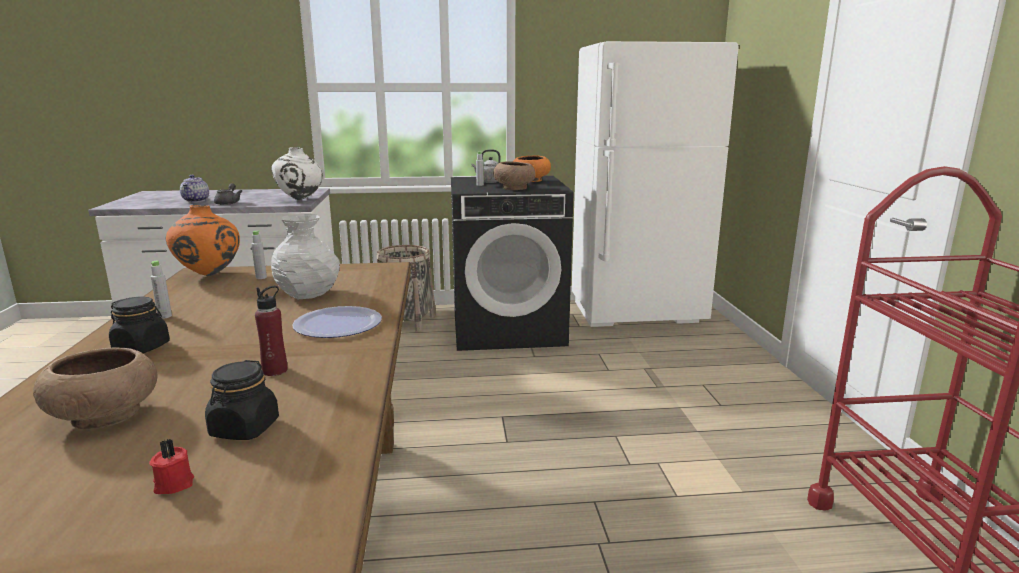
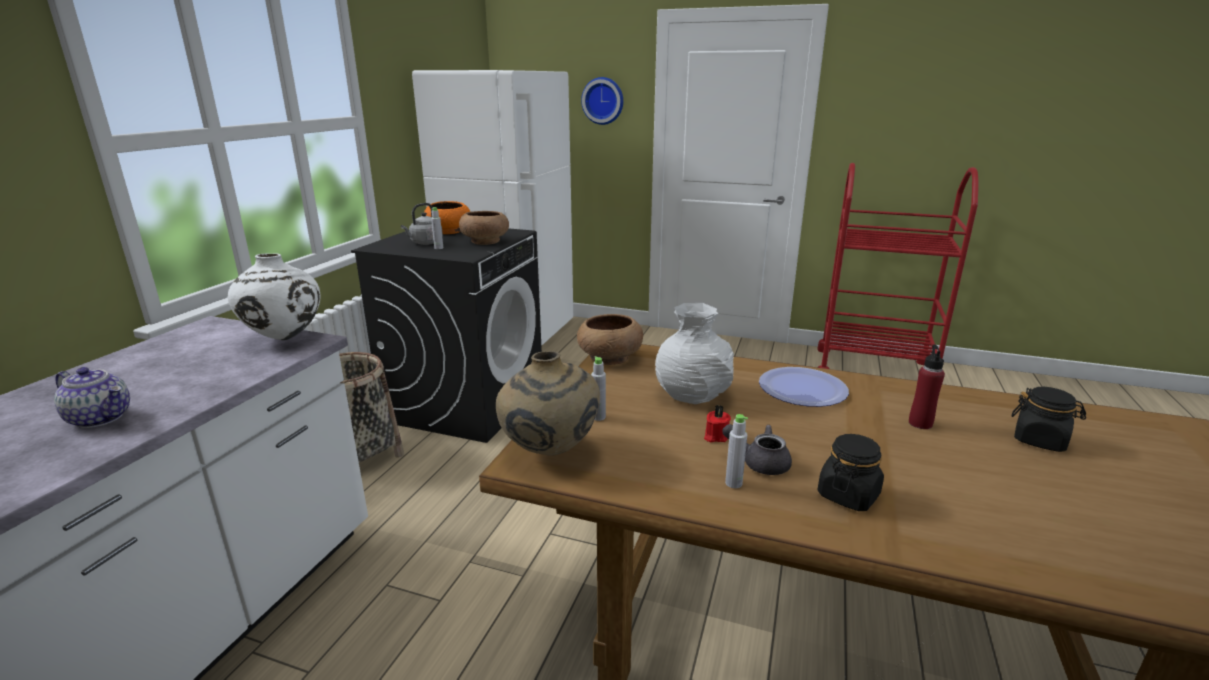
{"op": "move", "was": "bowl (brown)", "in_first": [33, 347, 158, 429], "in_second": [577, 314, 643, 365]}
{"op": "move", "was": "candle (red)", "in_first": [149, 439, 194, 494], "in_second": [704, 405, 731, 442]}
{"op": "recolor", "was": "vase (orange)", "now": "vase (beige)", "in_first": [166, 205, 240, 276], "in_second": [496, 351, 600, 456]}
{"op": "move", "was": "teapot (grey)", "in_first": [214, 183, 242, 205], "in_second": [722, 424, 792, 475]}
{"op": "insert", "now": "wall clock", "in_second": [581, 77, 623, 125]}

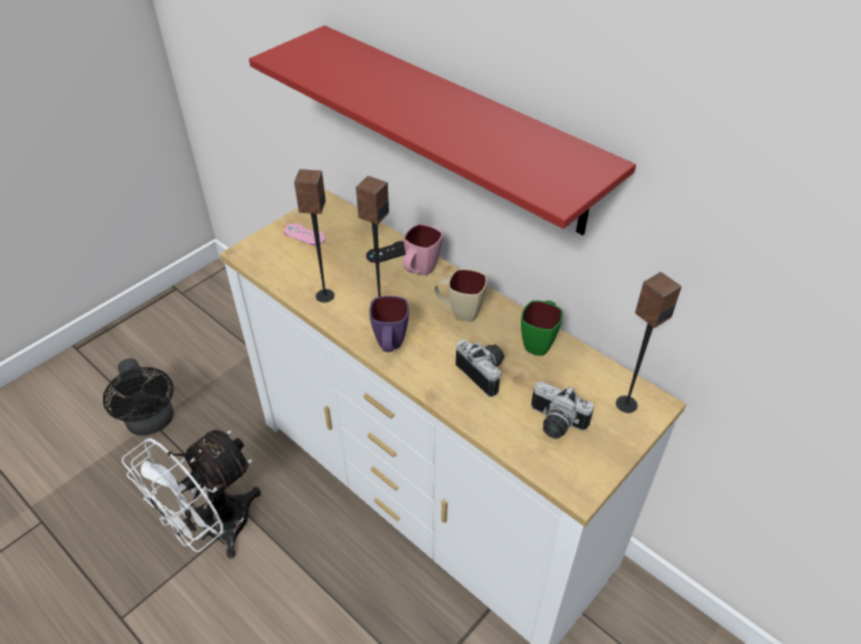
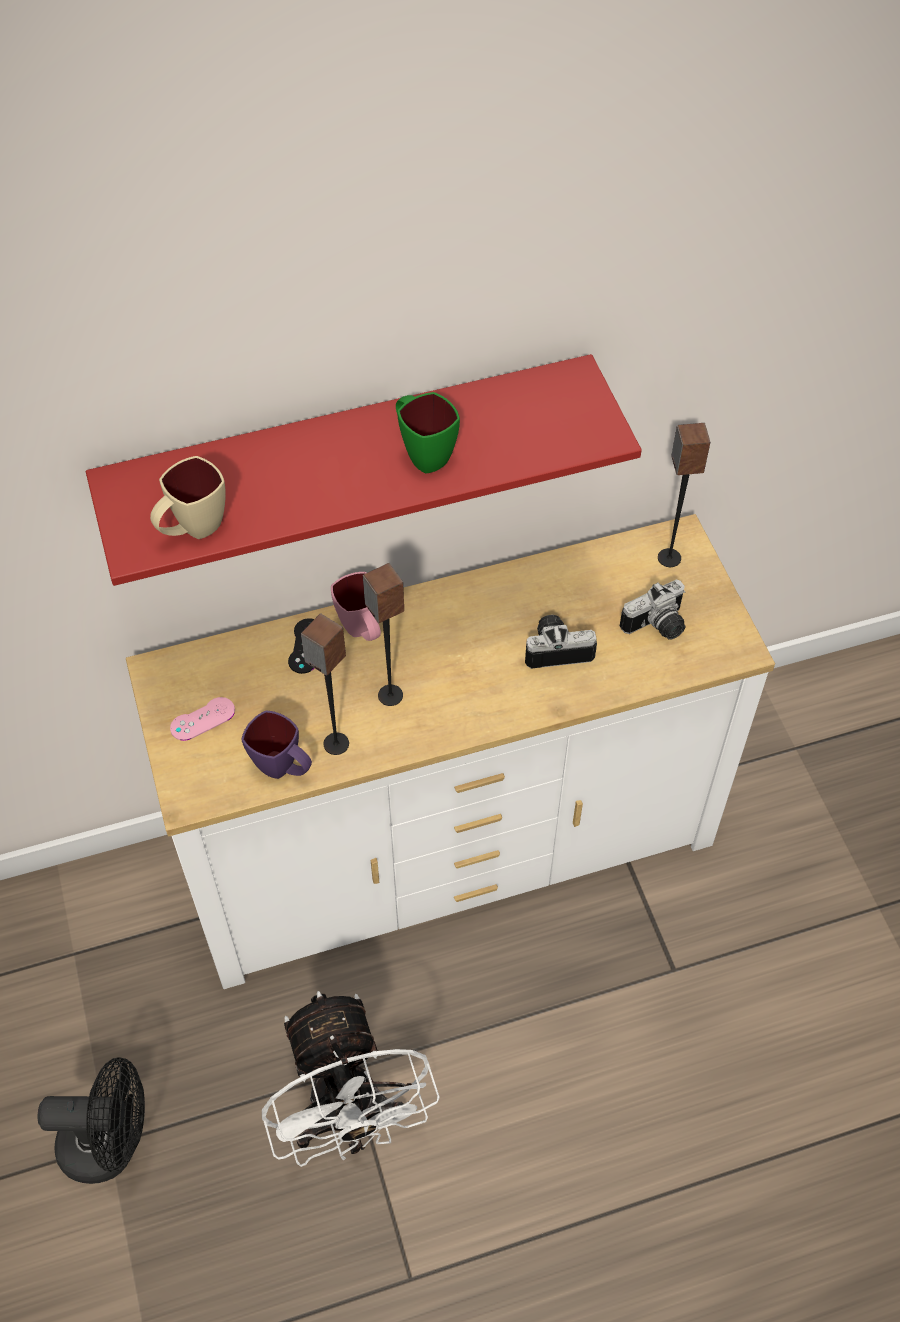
{"op": "move", "was": "mug (purple)", "in_first": [369, 296, 409, 352], "in_second": [241, 711, 312, 779]}
{"op": "move", "was": "mug (beige)", "in_first": [435, 269, 487, 322], "in_second": [150, 456, 226, 539]}
{"op": "move", "was": "mug (green)", "in_first": [521, 300, 563, 356], "in_second": [396, 392, 460, 473]}

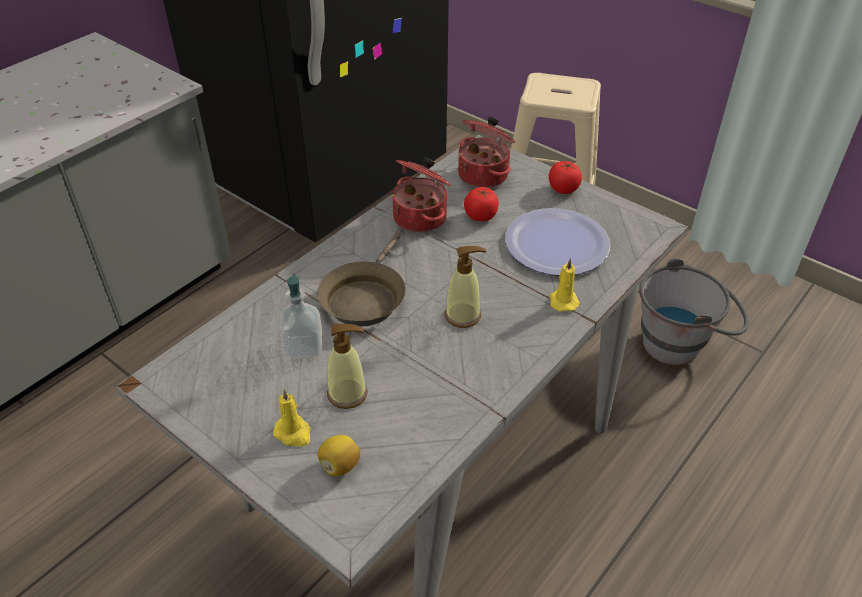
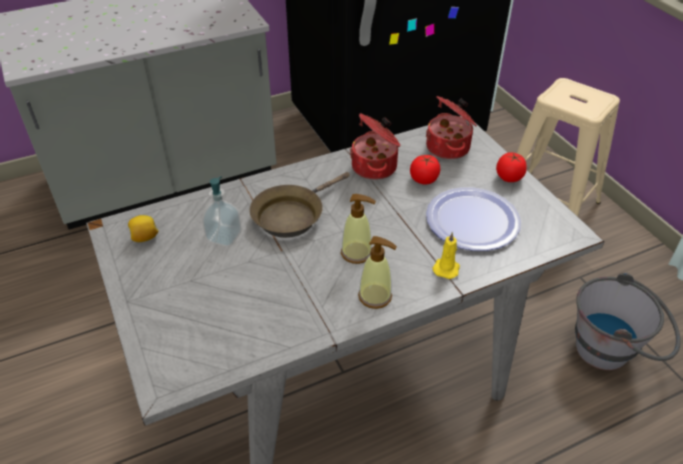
{"op": "delete", "was": "candle (yellow)", "in_first": [273, 389, 310, 446]}
{"op": "move", "was": "lemon", "in_first": [318, 435, 360, 476], "in_second": [128, 215, 159, 242]}
{"op": "move", "was": "soap dispenser", "in_first": [327, 324, 368, 409], "in_second": [358, 236, 397, 309]}

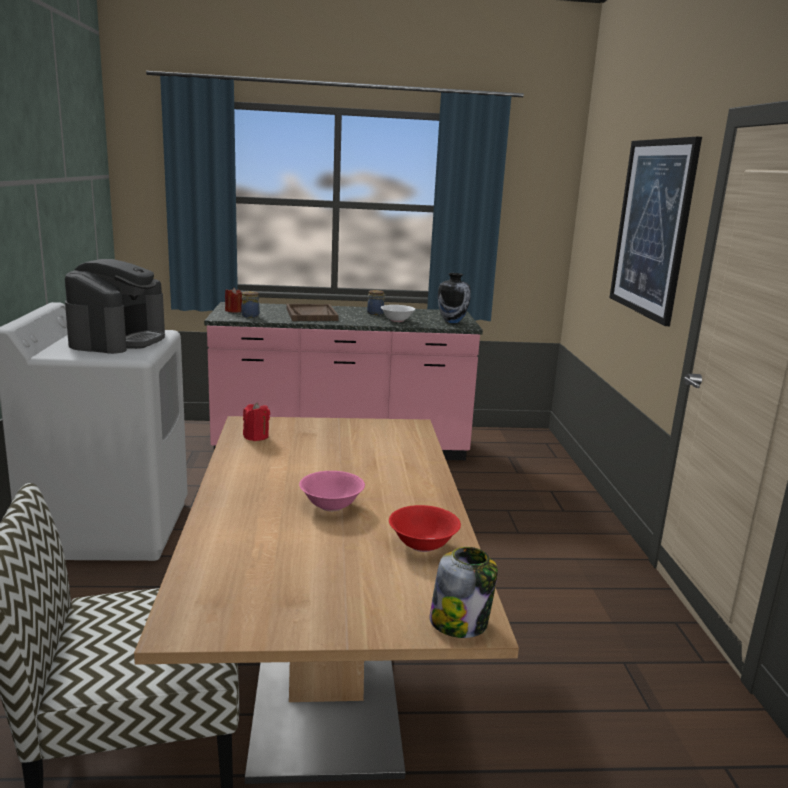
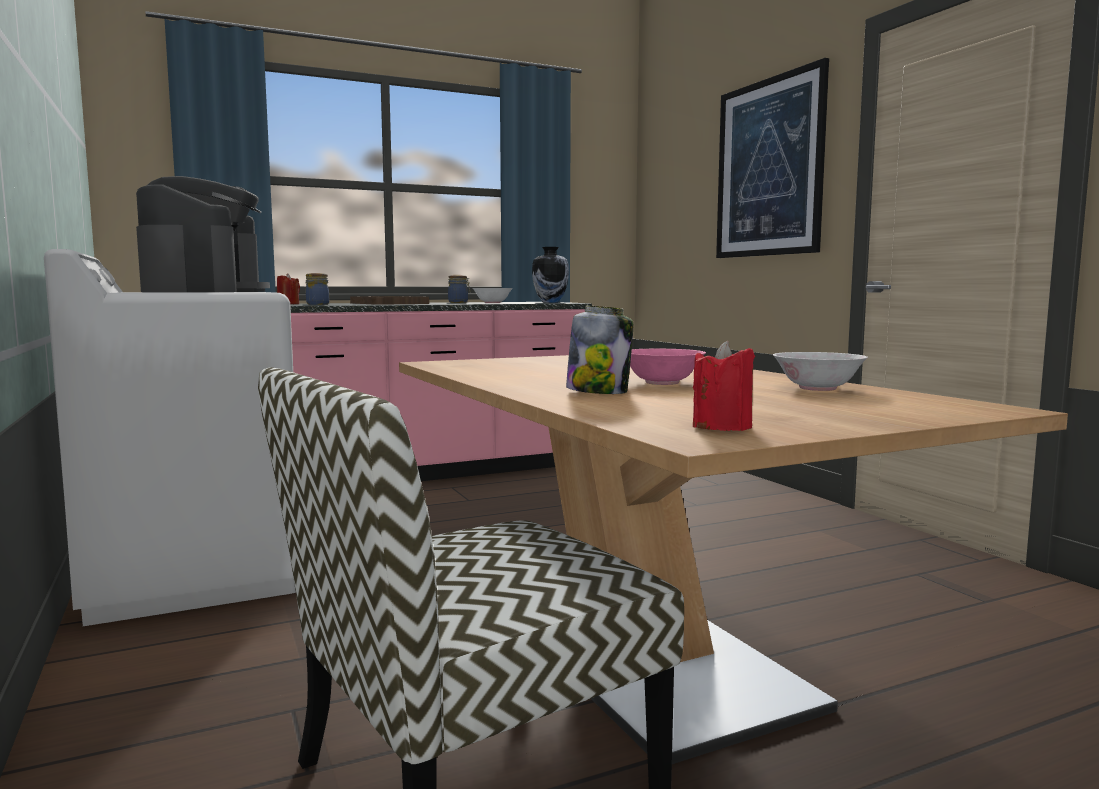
{"op": "move", "was": "candle (red)", "in_first": [243, 402, 270, 441], "in_second": [693, 341, 755, 431]}
{"op": "recolor", "was": "bowl (red)", "now": "bowl (white)", "in_first": [389, 505, 461, 552], "in_second": [773, 352, 868, 391]}
{"op": "move", "was": "jar", "in_first": [430, 547, 498, 638], "in_second": [566, 306, 633, 394]}

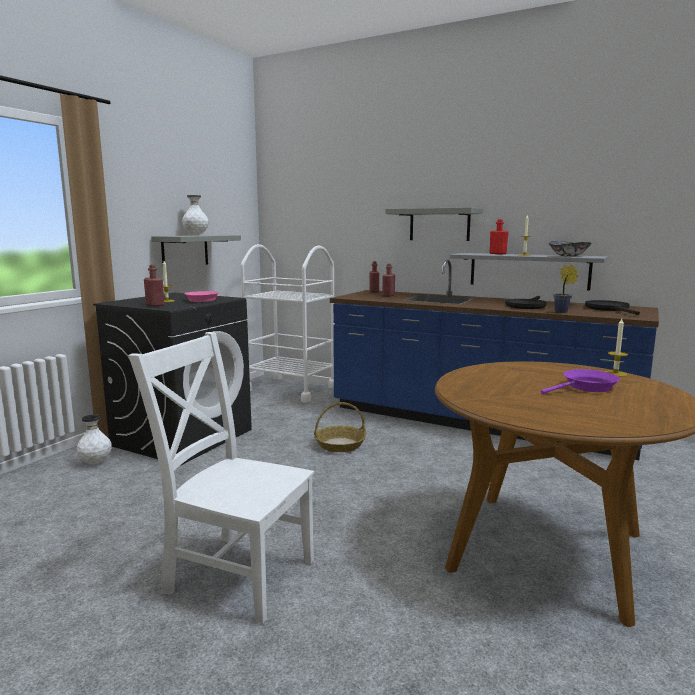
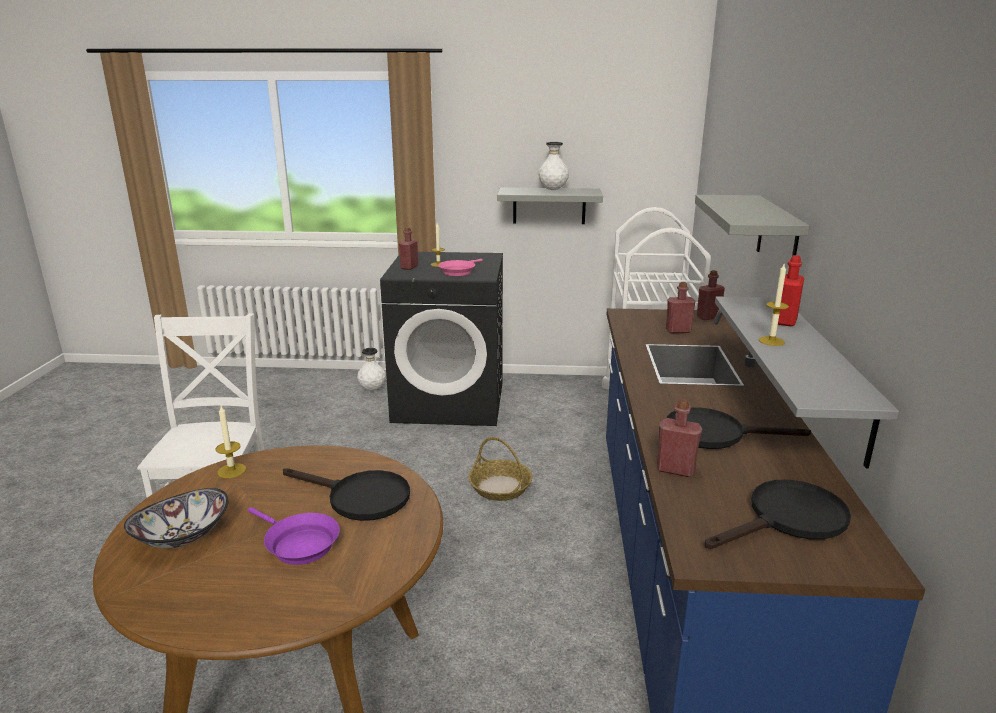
{"op": "move", "was": "bowl", "in_first": [549, 241, 592, 257], "in_second": [124, 488, 229, 549]}
{"op": "replace", "was": "potted plant", "now": "bottle (red)", "in_first": [553, 265, 578, 313], "in_second": [657, 399, 702, 477]}
{"op": "move", "was": "candle", "in_first": [605, 318, 628, 377], "in_second": [216, 406, 246, 478]}
{"op": "insert", "now": "frying pan (black)", "in_second": [283, 468, 410, 521]}

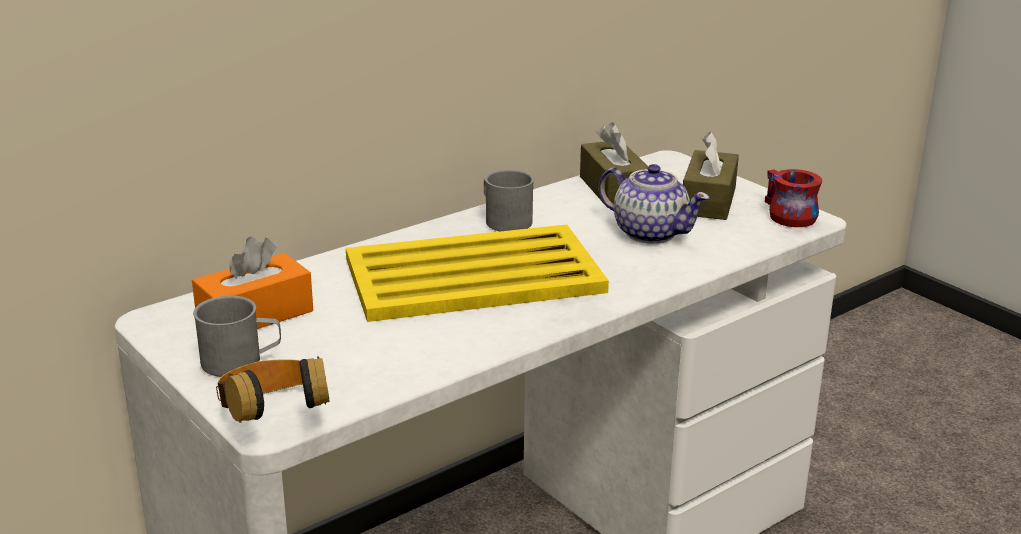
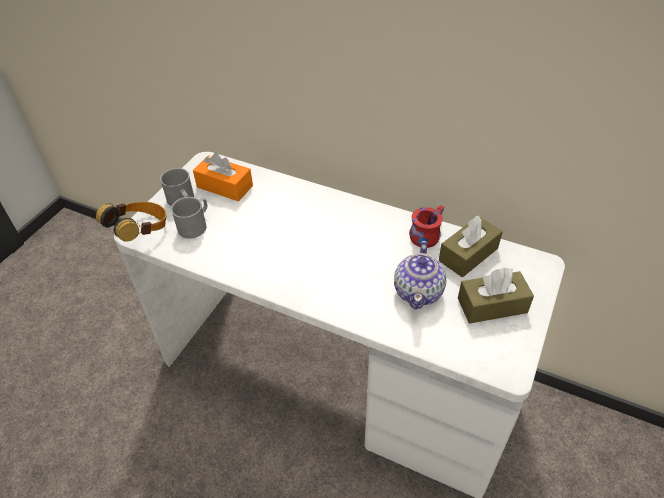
{"op": "delete", "was": "tray (yellow)", "in_first": [346, 225, 609, 322]}
{"op": "move", "was": "mug (grey)", "in_first": [484, 169, 534, 231], "in_second": [171, 197, 207, 239]}
{"op": "move", "was": "mug (red)", "in_first": [765, 169, 822, 227], "in_second": [409, 205, 444, 248]}

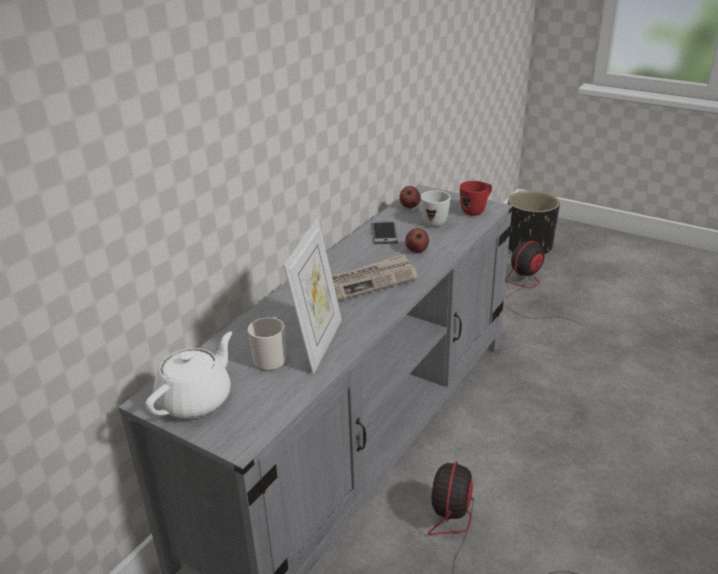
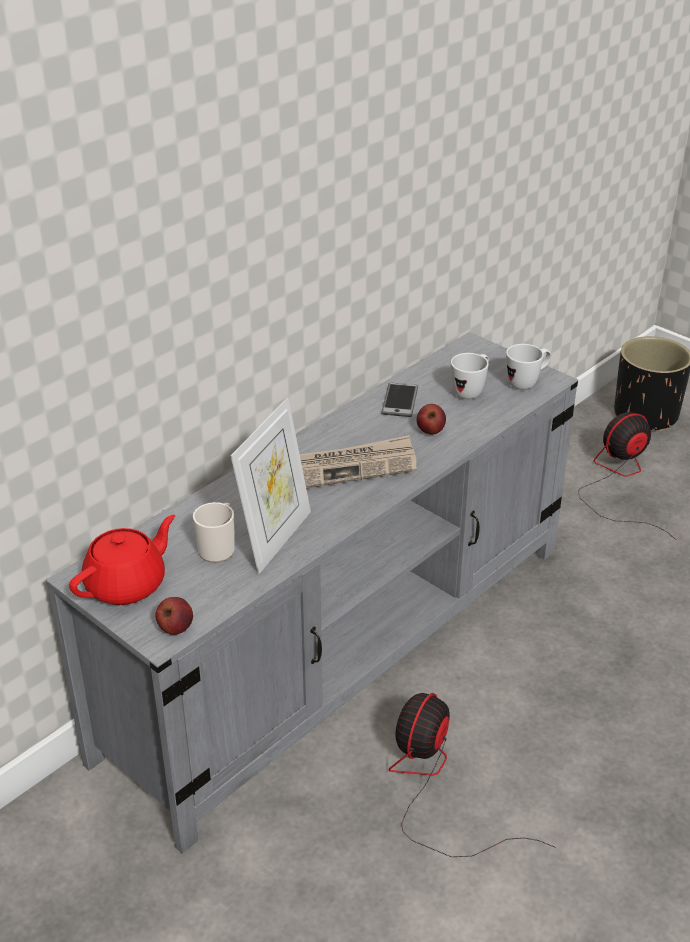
{"op": "recolor", "was": "teapot (white)", "now": "teapot (red)", "in_first": [145, 332, 232, 419], "in_second": [69, 515, 175, 605]}
{"op": "move", "was": "apple", "in_first": [399, 186, 421, 208], "in_second": [156, 597, 193, 635]}
{"op": "recolor", "was": "mug (red)", "now": "mug (white)", "in_first": [460, 181, 492, 216], "in_second": [506, 344, 551, 390]}

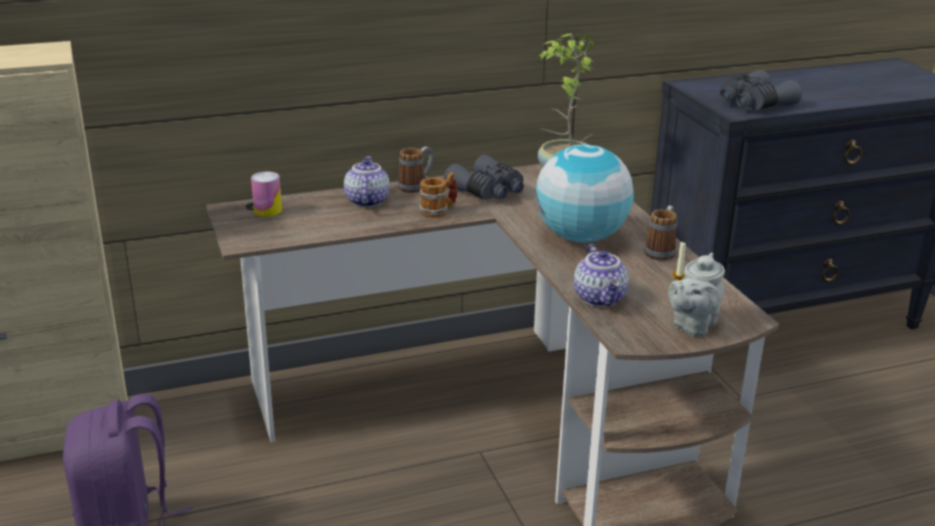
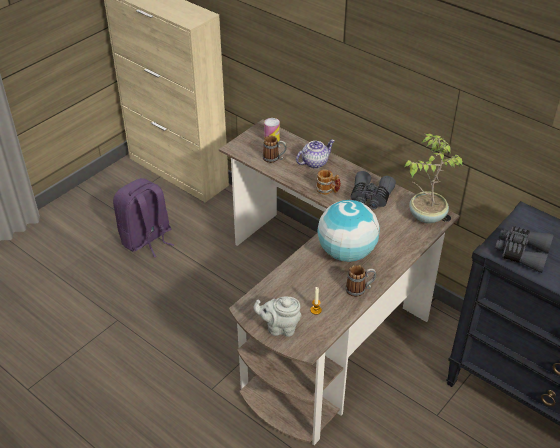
{"op": "move", "was": "mug", "in_first": [398, 147, 433, 193], "in_second": [263, 135, 287, 163]}
{"op": "delete", "was": "teapot", "in_first": [574, 244, 629, 307]}

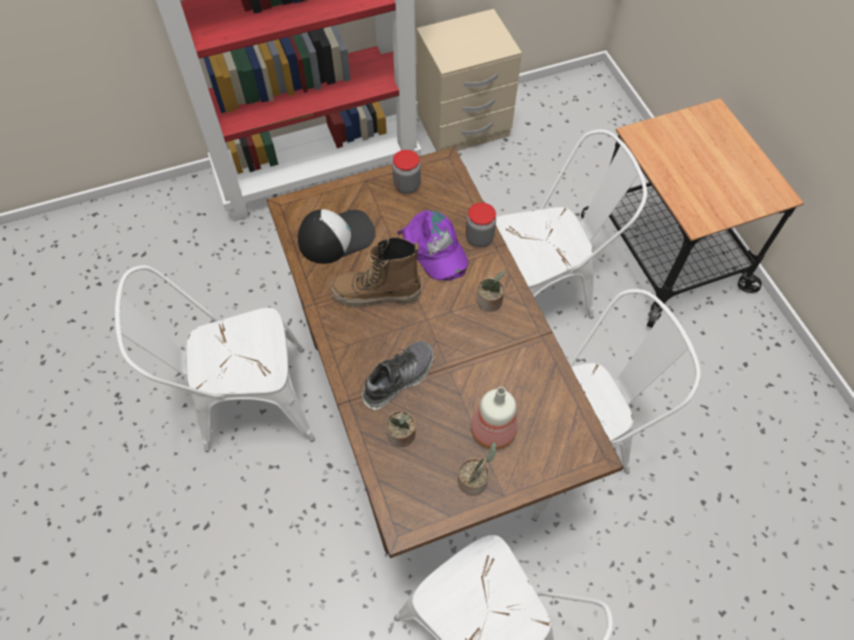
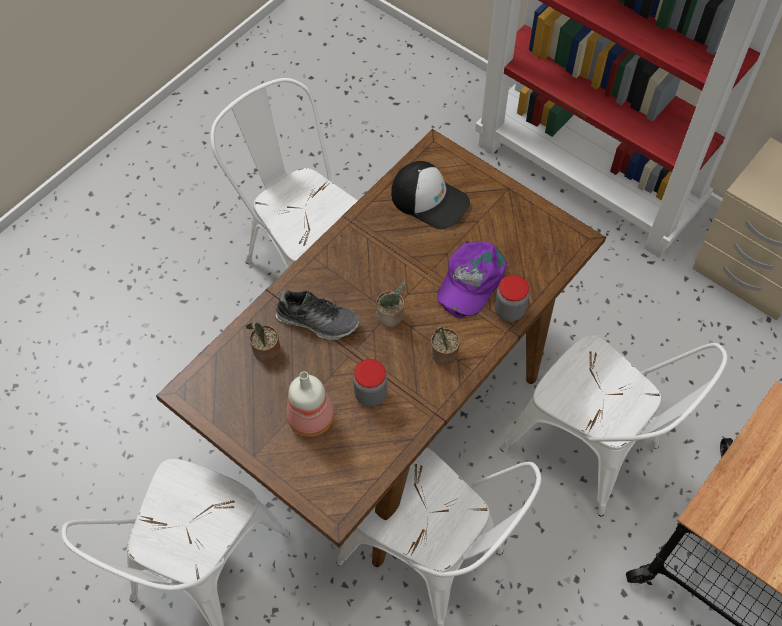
{"op": "delete", "was": "boot", "in_first": [331, 237, 422, 307]}
{"op": "move", "was": "jar", "in_first": [392, 150, 421, 194], "in_second": [353, 359, 387, 406]}
{"op": "move", "was": "potted plant", "in_first": [458, 442, 496, 496], "in_second": [376, 281, 406, 327]}

